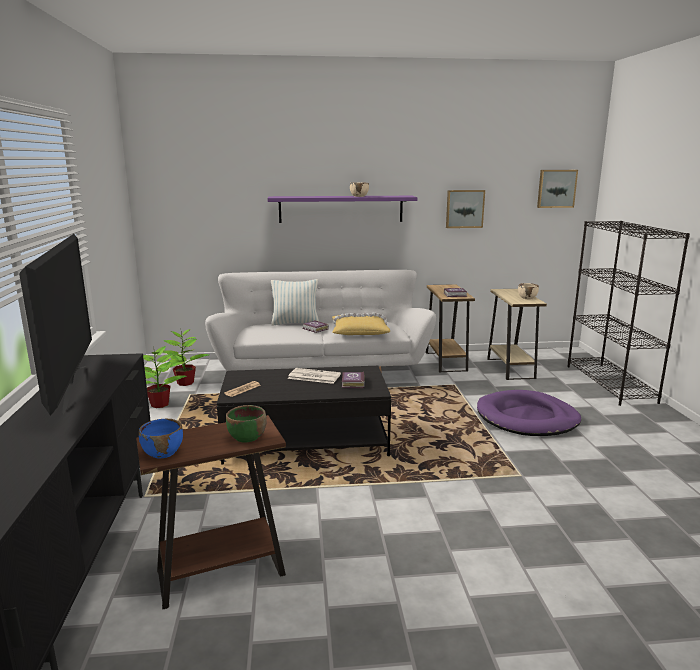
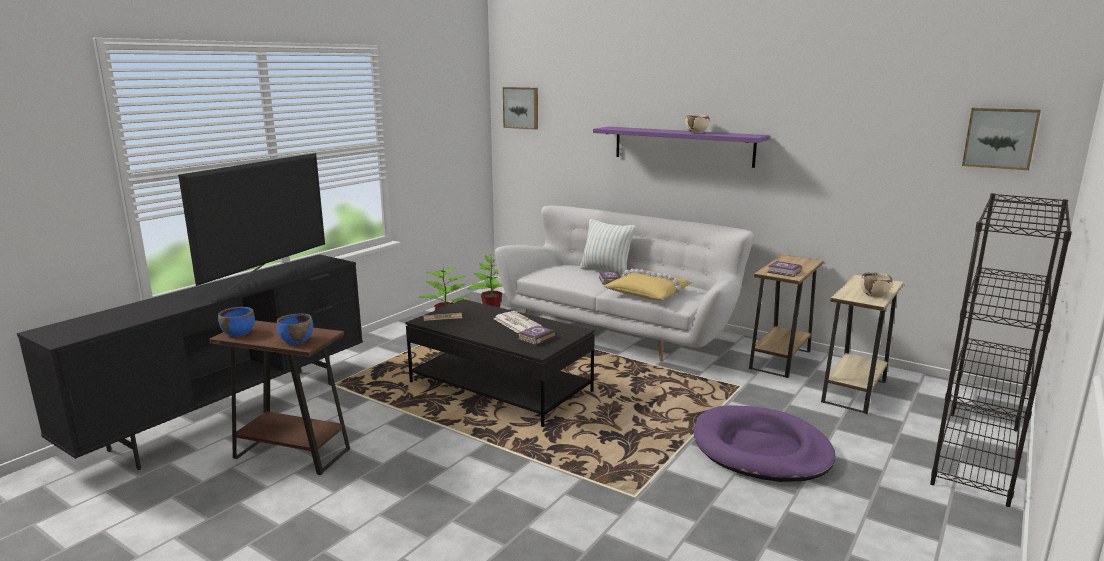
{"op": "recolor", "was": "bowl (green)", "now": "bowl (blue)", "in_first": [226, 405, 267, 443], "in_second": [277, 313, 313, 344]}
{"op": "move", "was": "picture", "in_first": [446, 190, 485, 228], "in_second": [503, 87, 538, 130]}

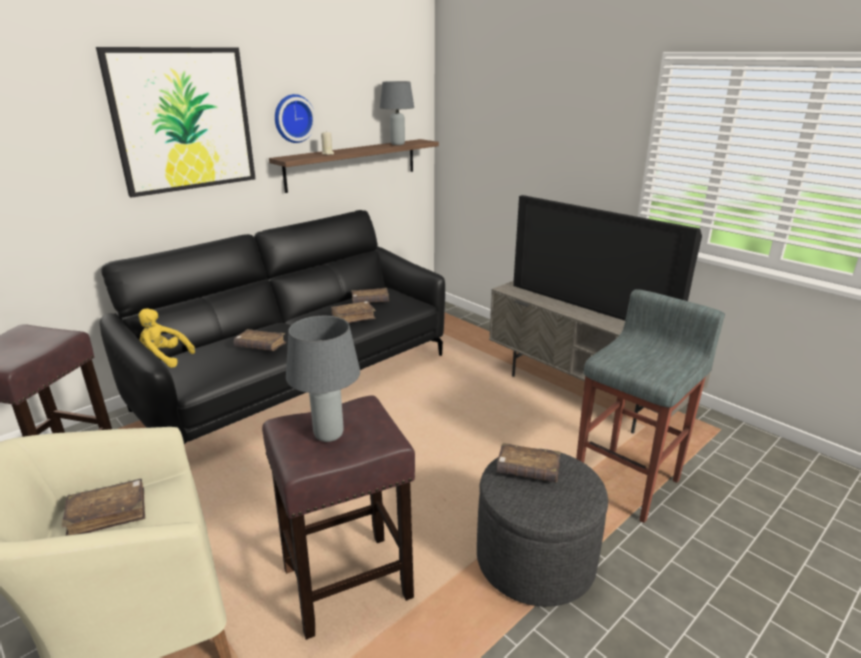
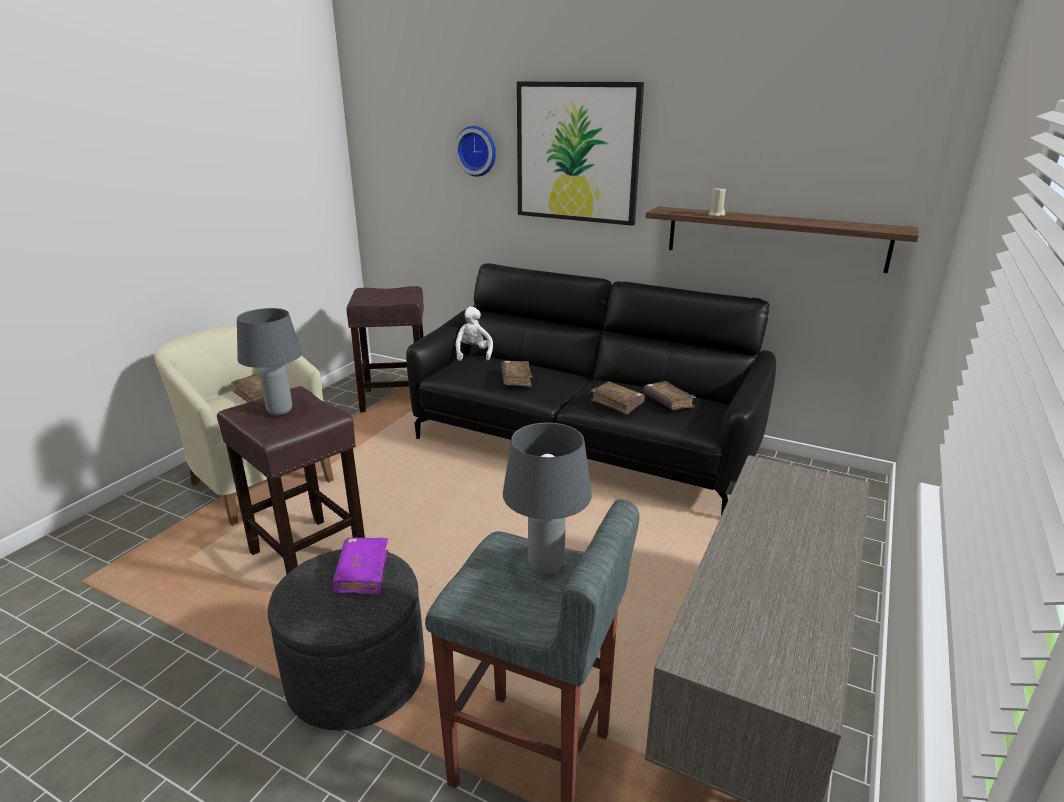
{"op": "recolor", "was": "plush toy (yellow)", "now": "plush toy (white)", "in_first": [138, 309, 195, 368], "in_second": [456, 306, 493, 361]}
{"op": "move", "was": "wall clock", "in_first": [275, 94, 316, 143], "in_second": [455, 126, 496, 177]}
{"op": "move", "was": "table lamp (grey)", "in_first": [380, 81, 414, 145], "in_second": [503, 423, 592, 574]}
{"op": "recolor", "was": "book (brown)", "now": "book (purple)", "in_first": [497, 443, 561, 482], "in_second": [332, 538, 388, 594]}
{"op": "delete", "was": "television", "in_first": [513, 195, 702, 321]}

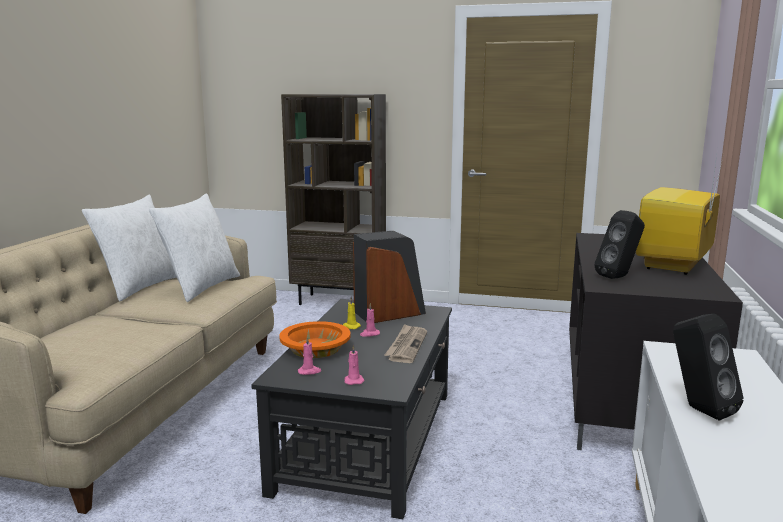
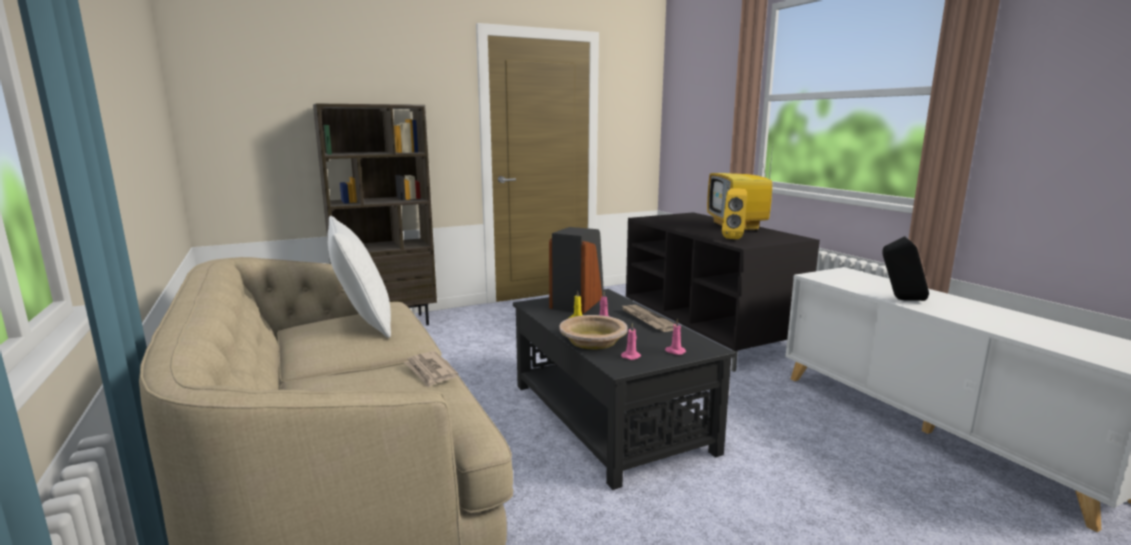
{"op": "delete", "was": "pillow (white)", "in_first": [82, 195, 177, 301]}
{"op": "recolor", "was": "bowl (orange)", "now": "bowl (beige)", "in_first": [279, 321, 351, 358], "in_second": [560, 315, 628, 349]}
{"op": "recolor", "was": "speaker (black)", "now": "speaker (yellow)", "in_first": [594, 210, 645, 279], "in_second": [722, 188, 747, 239]}
{"op": "insert", "now": "newspaper", "in_second": [404, 351, 458, 387]}

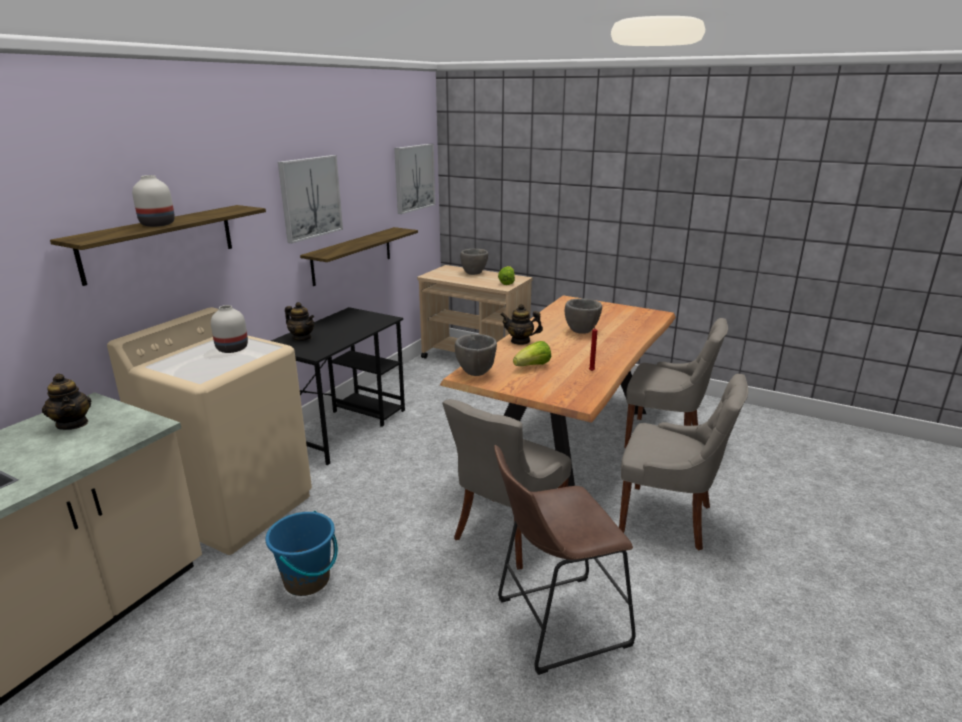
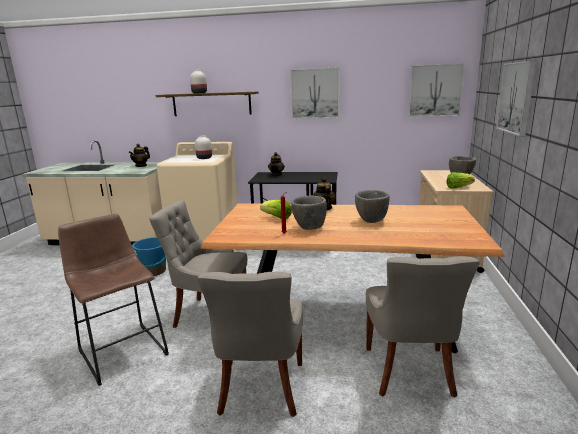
{"op": "delete", "was": "shelf", "in_first": [300, 227, 418, 286]}
{"op": "move", "was": "bowl (grey)", "in_first": [455, 334, 497, 376], "in_second": [291, 196, 327, 230]}
{"op": "insert", "now": "picture", "in_second": [496, 60, 537, 136]}

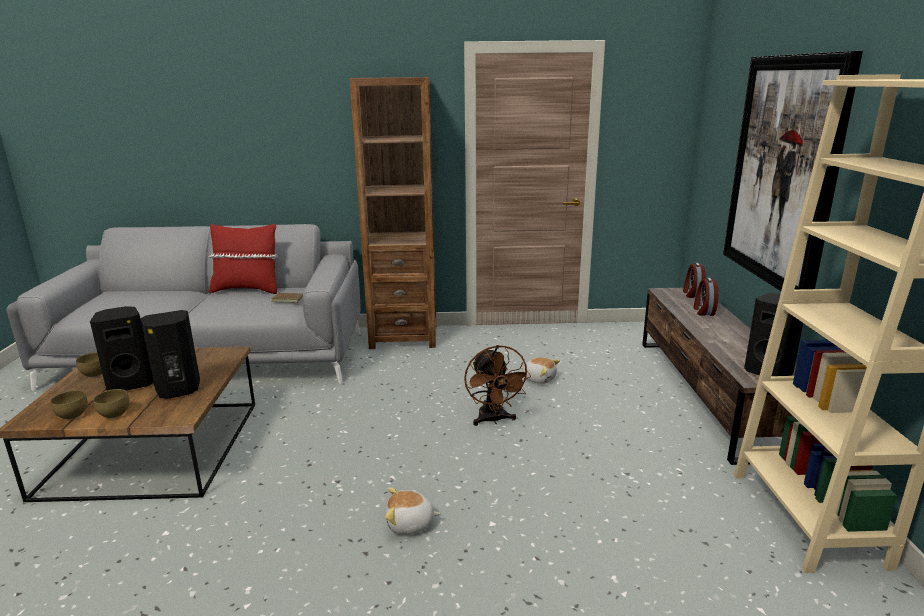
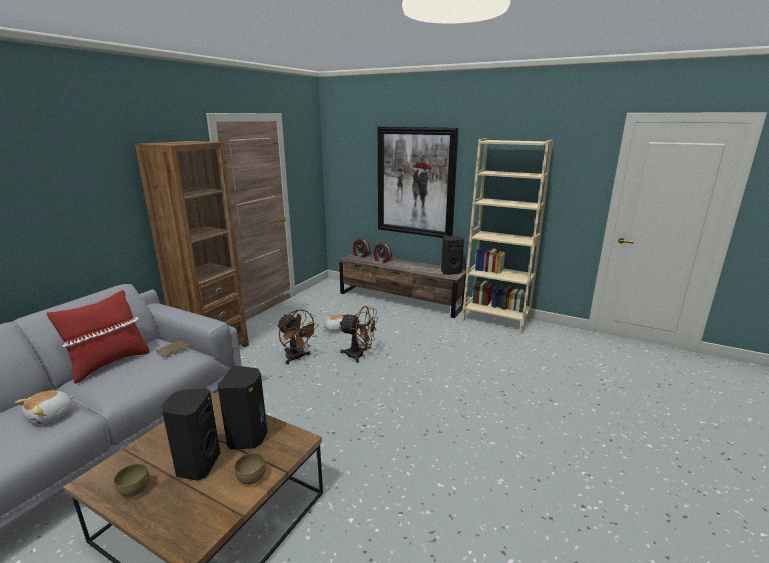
{"op": "delete", "was": "bowl (brown)", "in_first": [50, 390, 88, 420]}
{"op": "move", "was": "plush toy", "in_first": [385, 488, 441, 534], "in_second": [15, 391, 74, 425]}
{"op": "insert", "now": "fan (brown)", "in_second": [277, 310, 319, 364]}

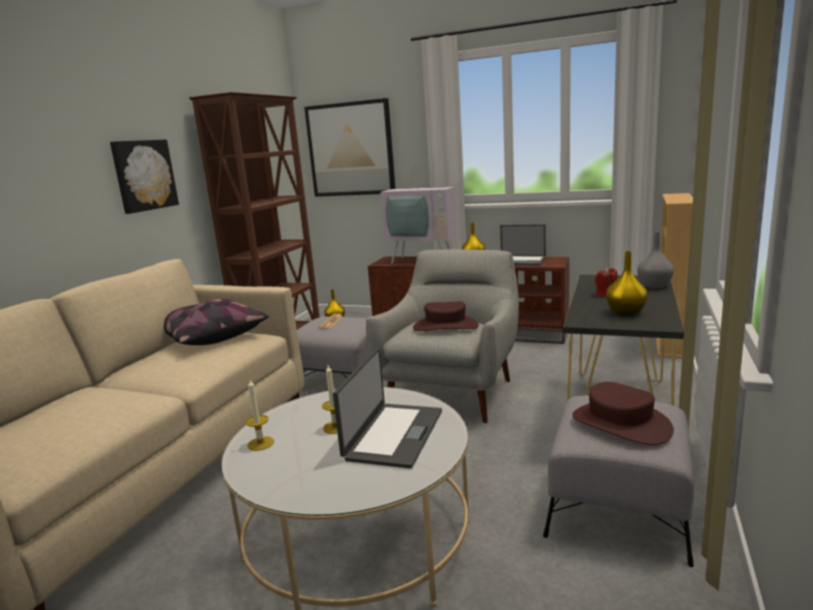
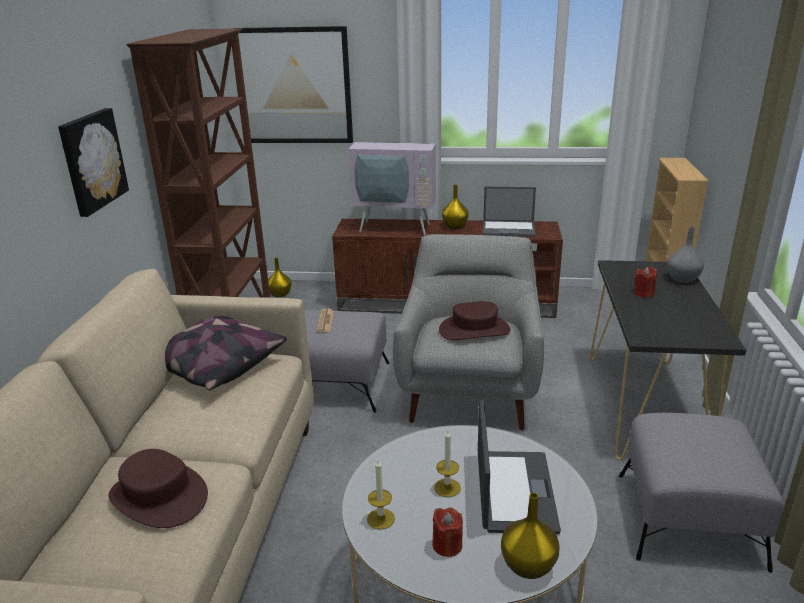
{"op": "move", "was": "hat (brown)", "in_first": [572, 382, 674, 445], "in_second": [108, 449, 208, 528]}
{"op": "move", "was": "vase (yellow)", "in_first": [606, 251, 648, 316], "in_second": [501, 493, 560, 579]}
{"op": "insert", "now": "candle (red)", "in_second": [432, 508, 463, 557]}

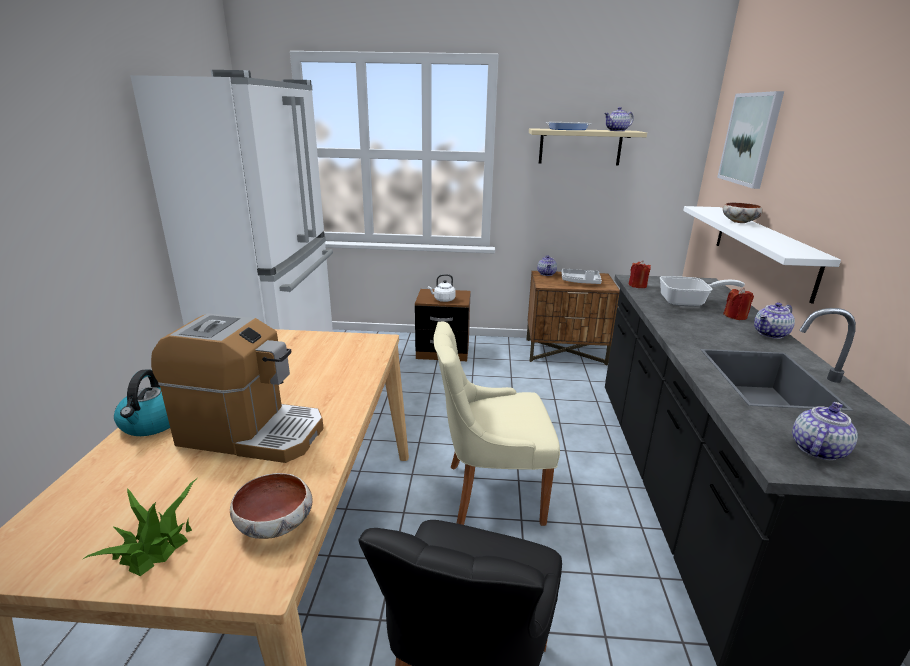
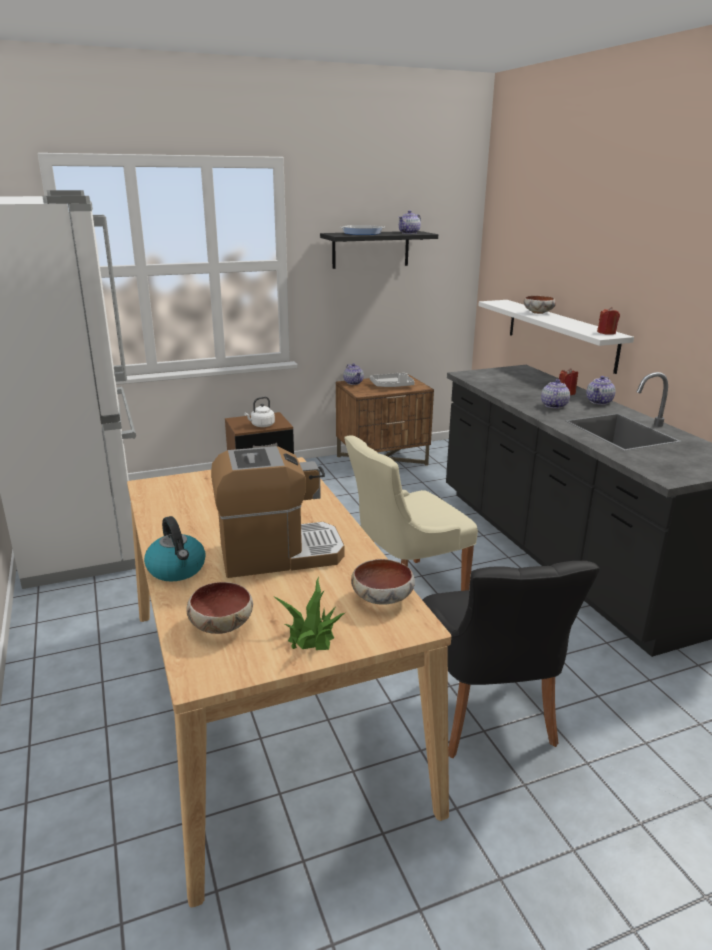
{"op": "recolor", "was": "shelf (beige)", "now": "shelf (black)", "in_first": [529, 128, 647, 165], "in_second": [320, 231, 438, 269]}
{"op": "move", "was": "candle (red)", "in_first": [628, 261, 651, 288], "in_second": [597, 307, 620, 335]}
{"op": "delete", "was": "frying pan", "in_first": [660, 276, 745, 307]}
{"op": "delete", "was": "picture", "in_first": [717, 91, 784, 189]}
{"op": "move", "was": "teapot", "in_first": [792, 402, 858, 461], "in_second": [541, 379, 570, 409]}
{"op": "insert", "now": "bowl", "in_second": [186, 582, 253, 634]}

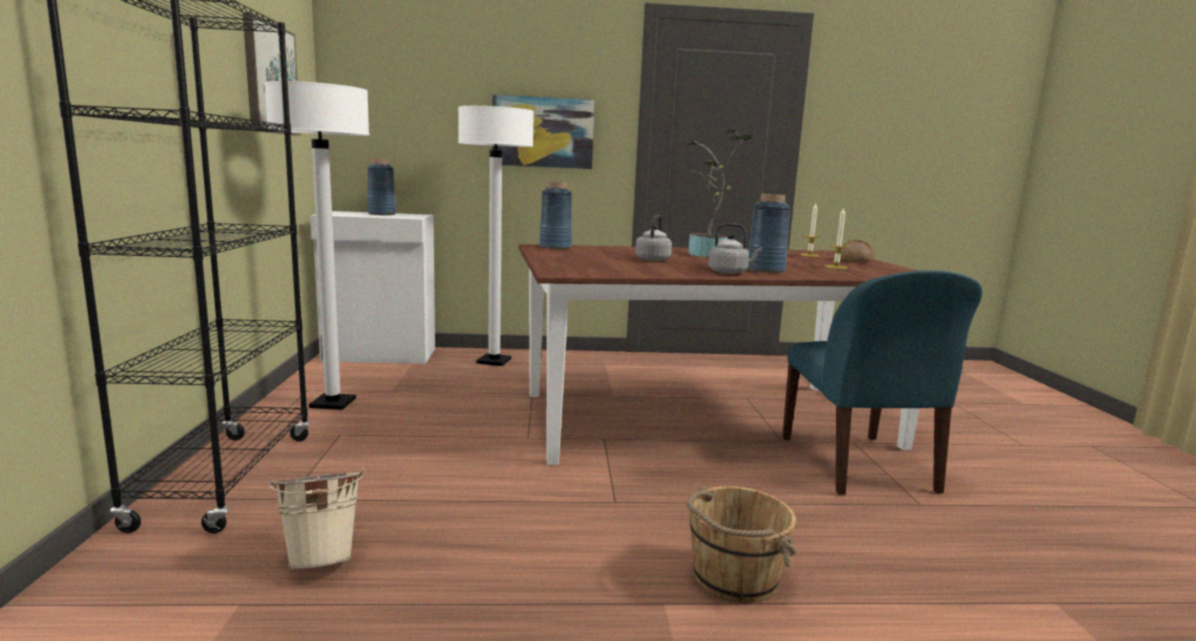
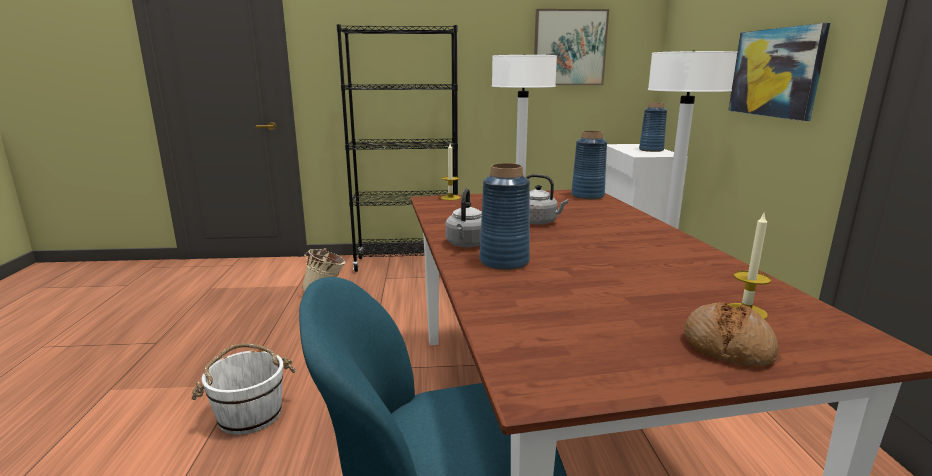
{"op": "delete", "was": "potted plant", "in_first": [685, 129, 753, 257]}
{"op": "recolor", "was": "bucket (brown)", "now": "bucket (white)", "in_first": [687, 485, 796, 603], "in_second": [191, 343, 296, 435]}
{"op": "move", "was": "candle", "in_first": [825, 208, 849, 269], "in_second": [440, 144, 461, 200]}

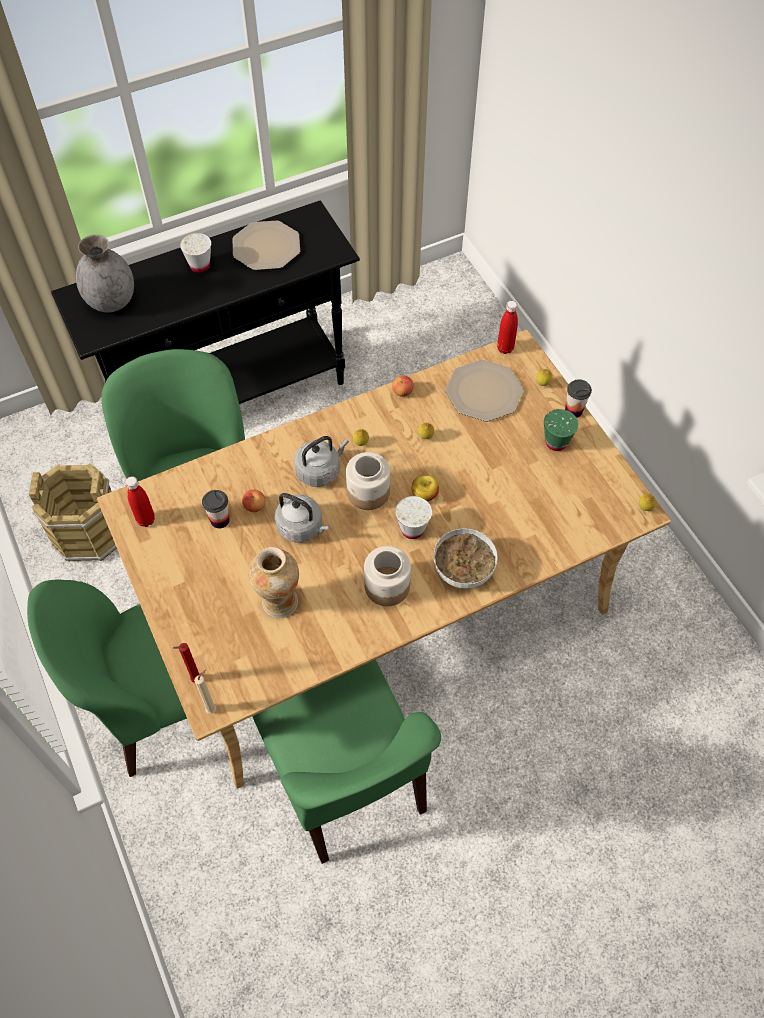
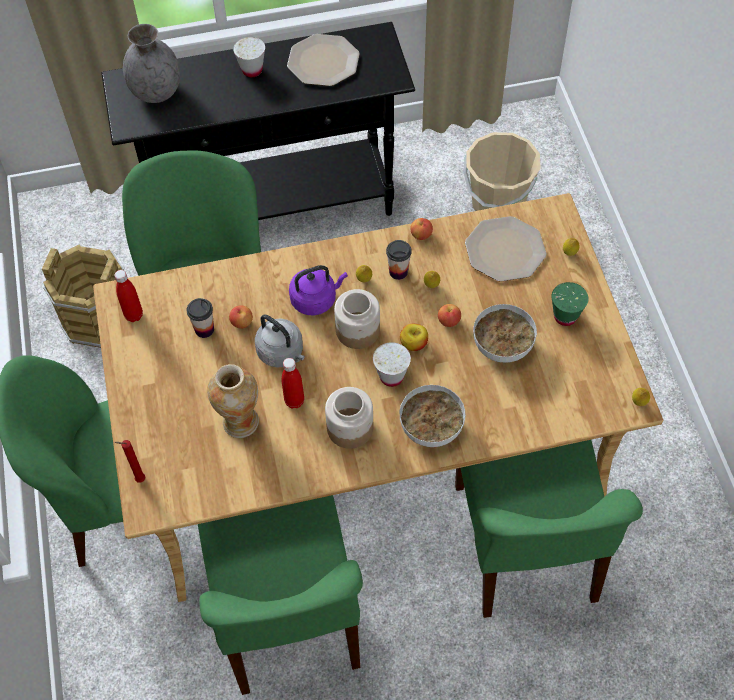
{"op": "delete", "was": "candle (beige)", "in_first": [194, 670, 216, 714]}
{"op": "recolor", "was": "kettle (grey)", "now": "kettle (purple)", "in_first": [294, 436, 349, 487], "in_second": [289, 265, 348, 315]}
{"op": "move", "was": "bottle (red)", "in_first": [497, 301, 518, 354], "in_second": [281, 358, 304, 409]}
{"op": "move", "was": "cup", "in_first": [565, 379, 592, 418], "in_second": [386, 240, 412, 280]}
{"op": "insert", "now": "apple", "in_second": [438, 304, 461, 327]}
{"op": "insert", "now": "chair (green)", "in_second": [455, 440, 643, 618]}
{"op": "insert", "now": "bucket (beige)", "in_second": [463, 132, 541, 211]}
{"op": "insert", "now": "bowl", "in_second": [473, 304, 537, 363]}

